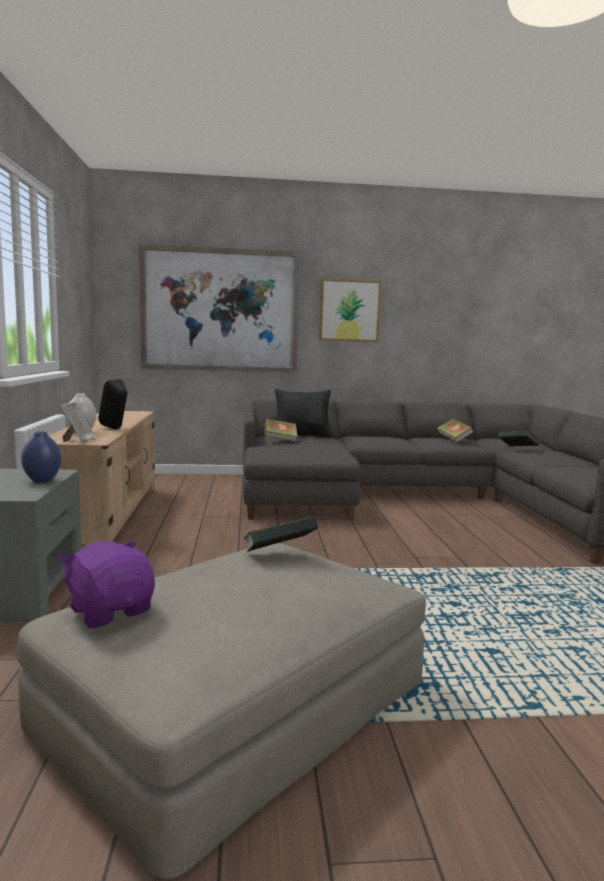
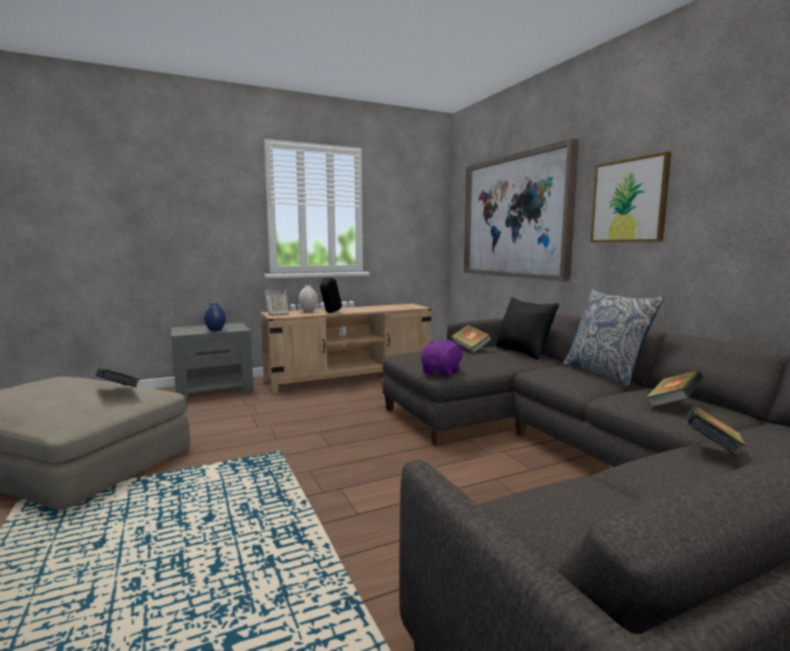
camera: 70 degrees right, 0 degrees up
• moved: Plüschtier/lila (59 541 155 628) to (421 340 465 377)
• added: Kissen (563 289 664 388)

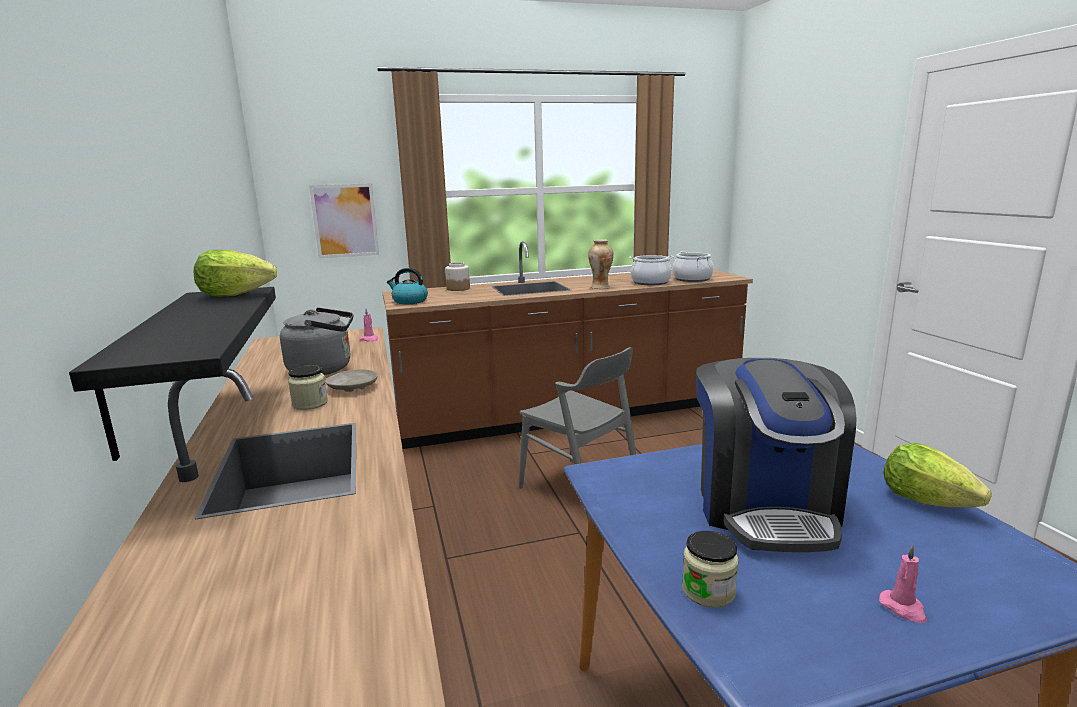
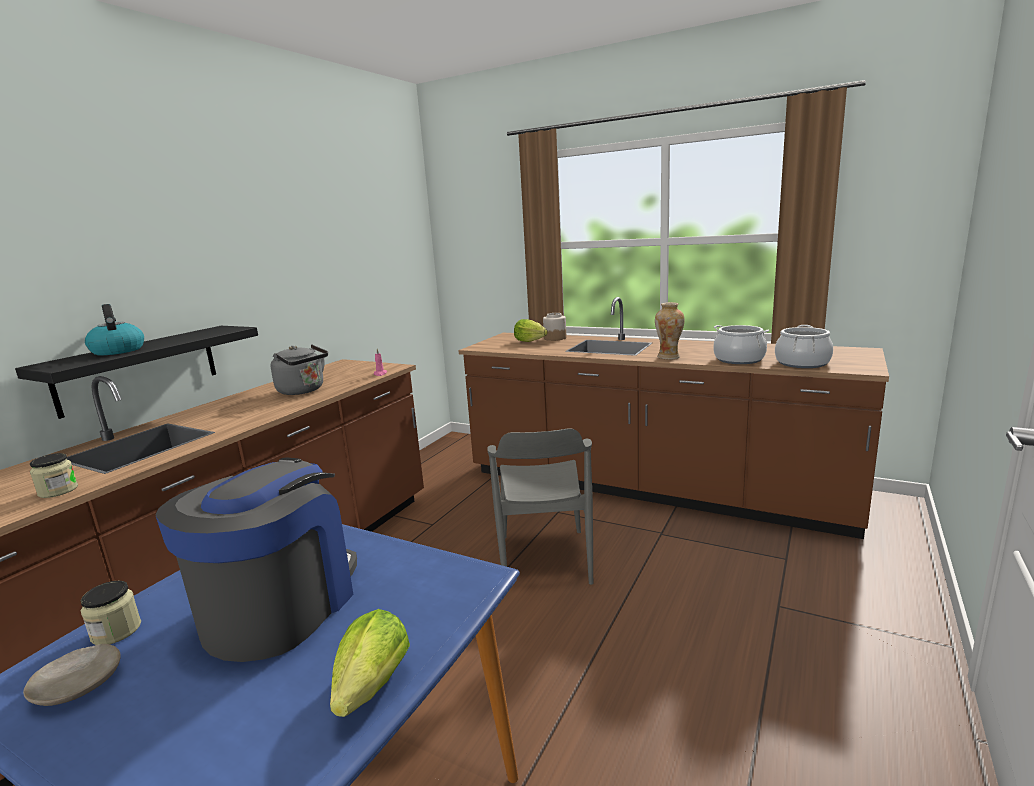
camera: 45 degrees right, 0 degrees up
• moved: Teller/beige (325 369 378 392) to (23 644 121 706)
• moved: Vorratsglas (288 365 328 410) to (30 453 78 498)
• moved: Wasserkessel (387 268 428 304) to (85 304 144 355)
• turned: Kaffeemaschine (696 358 857 552) = (156 457 357 662) 150 degrees clockwise
• moved: Salatkopf (194 250 277 296) to (514 319 548 342)
• removed: Bild (309 183 379 258)
• removed: Kerze/rosa (879 545 927 623)

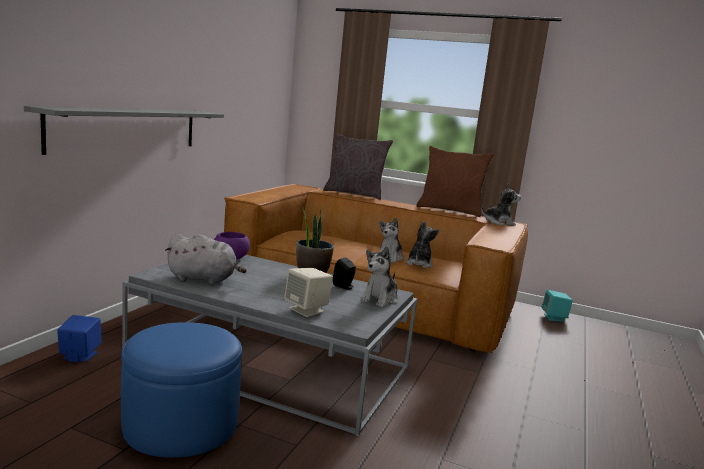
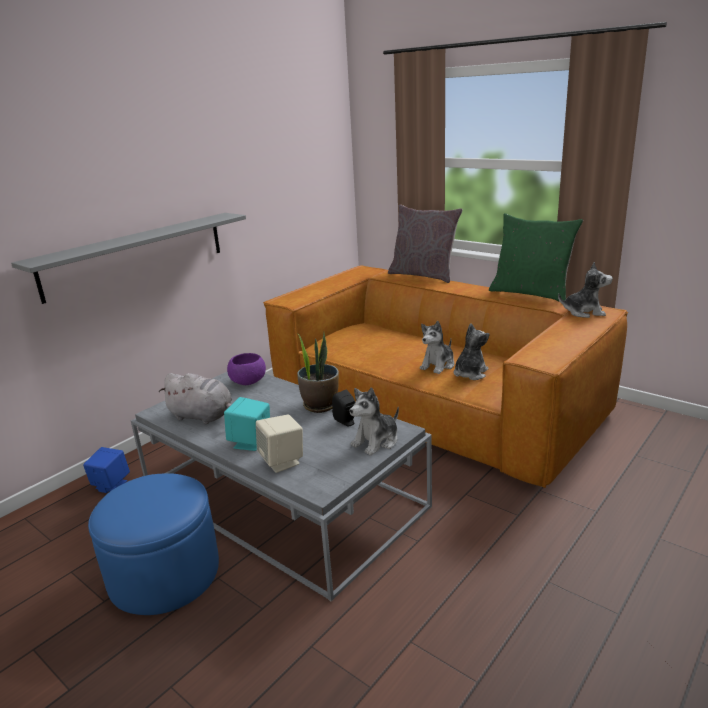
camera: 20 degrees right, 10 degrees up
• moved: Lautsprecher/türkis (541 290 573 322) to (224 397 270 451)
• recoloured: Kissen/braun (416 146 494 217) to Kissen/grün (489 213 583 301)

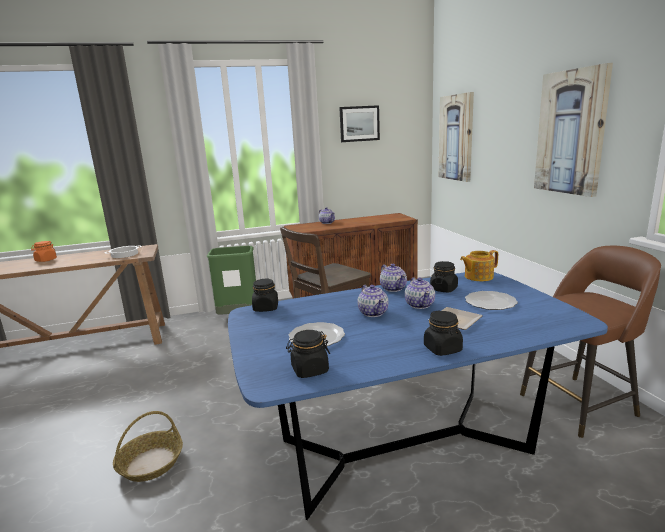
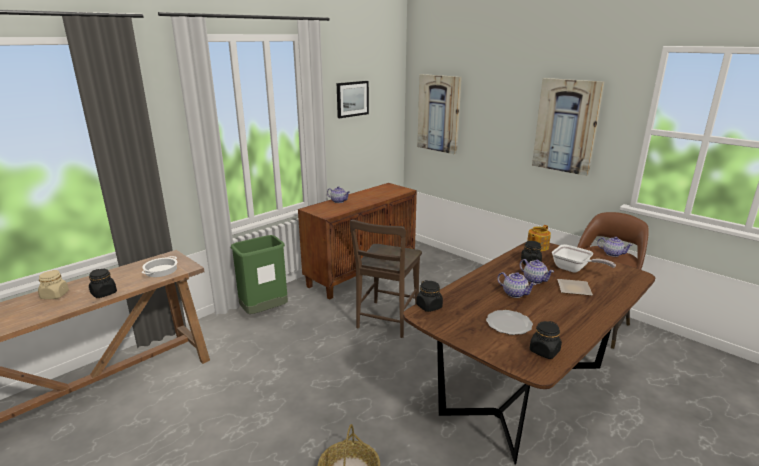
camera: 30 degrees left, 5 degrees up
• recoloured: Vorratsglas/orange (31 241 57 262) to Vorratsglas/beige (38 270 69 299)
• moved: Vorratsglas/schwarz (424 310 463 356) to (89 269 117 298)
• recoloured: Esstisch/blau (228 272 608 520) to Esstisch/braun (403 242 655 464)
• replaced: Teller (465 291 518 310) to Pfanne (552 245 616 273)
• moved: Teekanne (380 264 407 292) to (597 237 632 257)

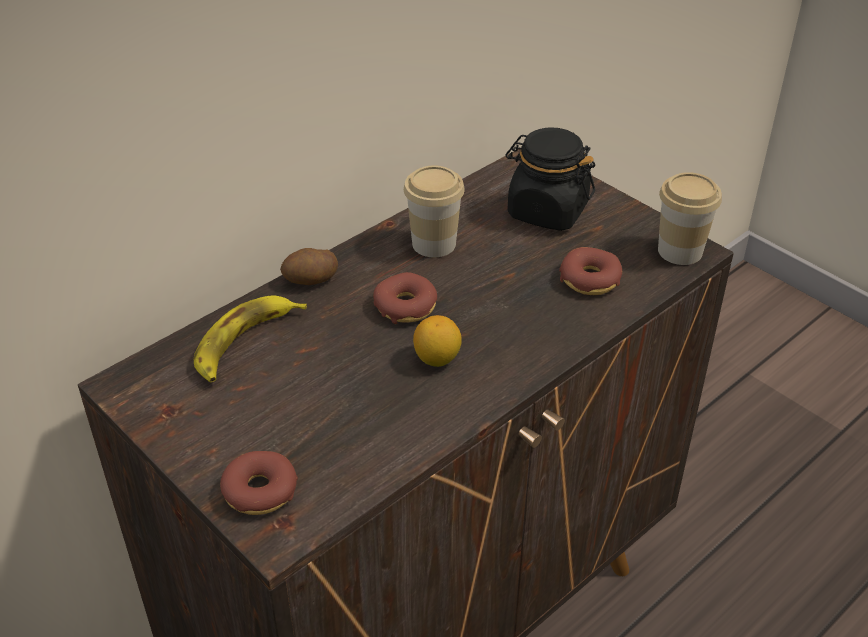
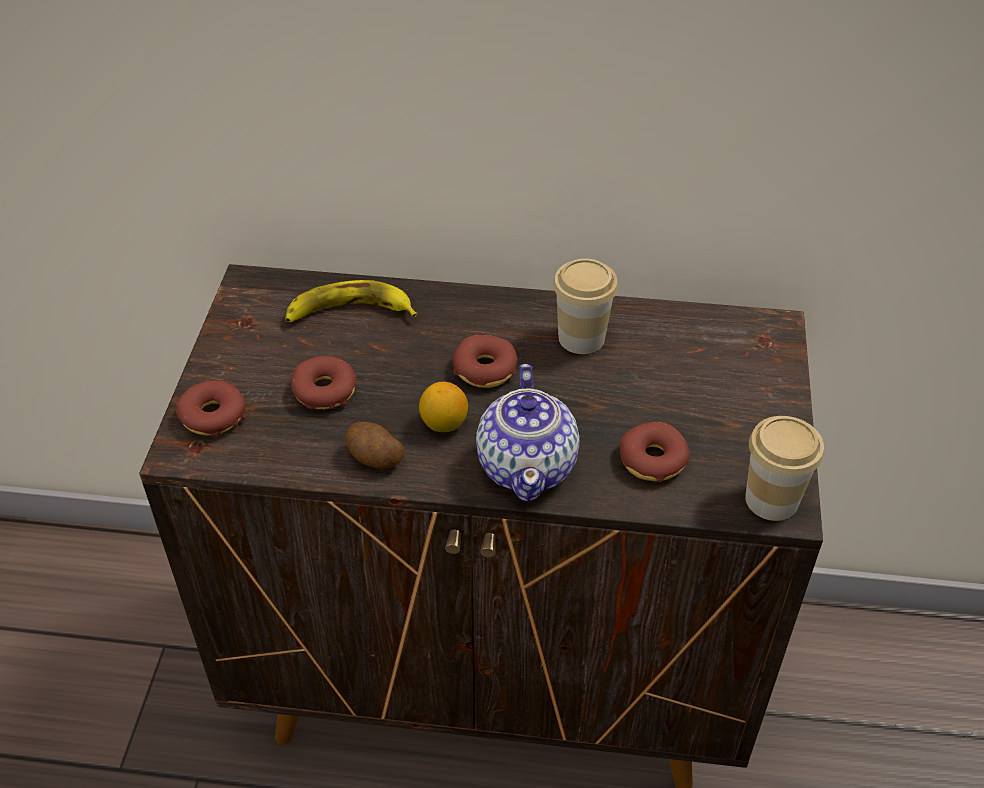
camera: 50 degrees right, 5 degrees up
• added: Donut (291 356 357 409)
• moved: Kartoffel (280 248 338 285) to (345 422 404 469)
• added: Teekanne (476 364 580 502)
• removed: Vorratsglas/schwarz (505 127 595 231)

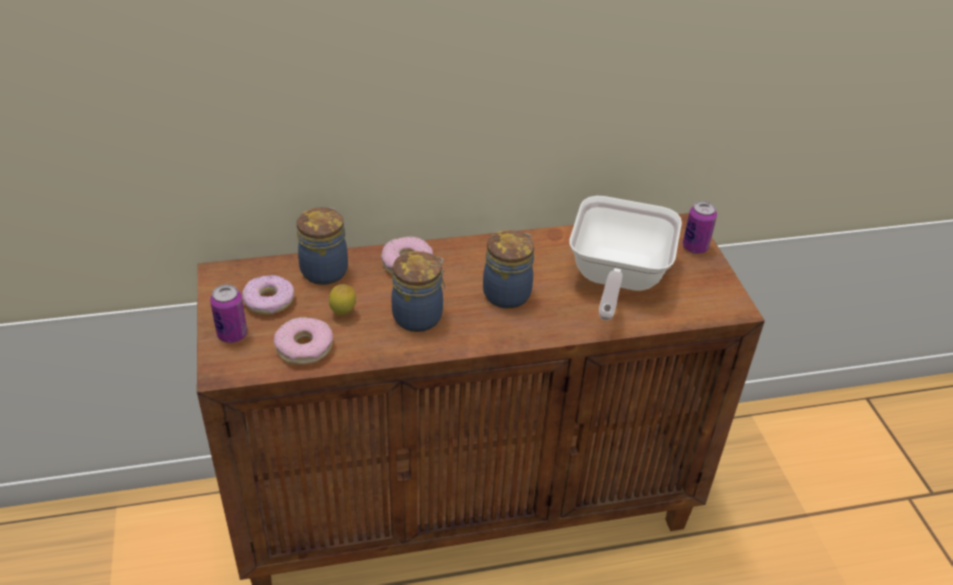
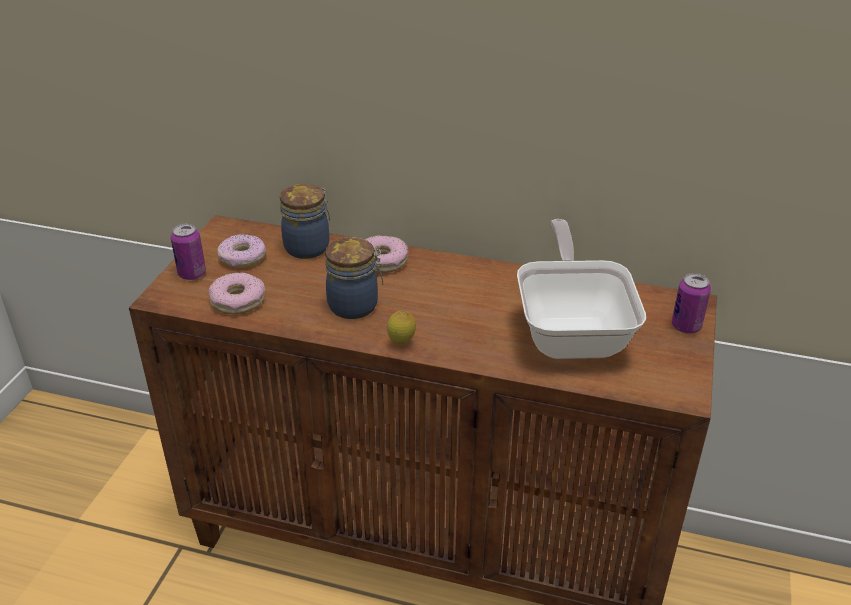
camera: 30 degrees right, 5 degrees down
• moved: Zitrone (329 284 356 316) to (387 311 416 344)
• turned: Pfanne (570 196 682 321) = (517 219 646 359) 135 degrees clockwise
• removed: Vorratsglas (483 230 534 309)

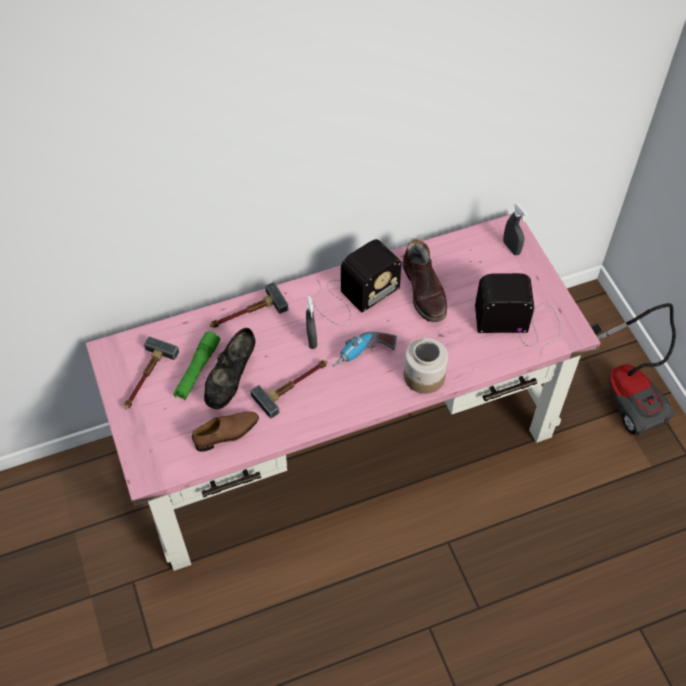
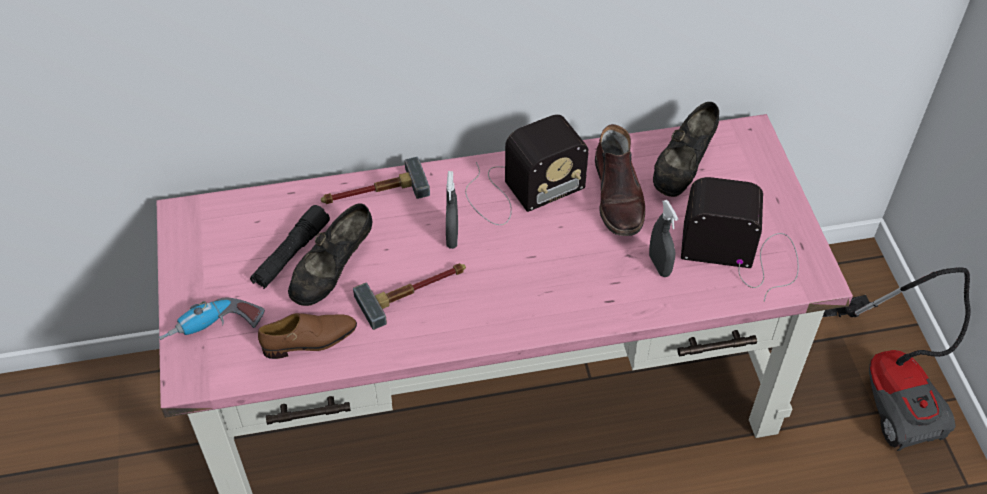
camera: 10 degrees right, 5 degrees down
• moved: Bohrmaschine (332 332 397 368) to (159 298 265 340)
• recoloured: Taschenlampe/grün (173 331 220 400) to Taschenlampe/schwarz (250 205 330 289)
• moved: Sprühflasche/grau (503 203 527 255) to (649 200 678 277)
• added: Schuh/schwarz (653 102 719 197)
• removed: Hammer (124 336 179 410)
• removed: Vorratsglas (404 338 448 394)

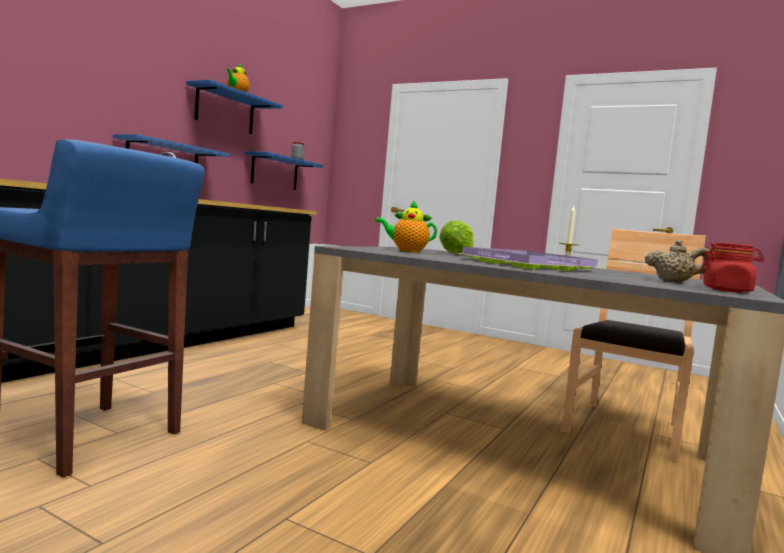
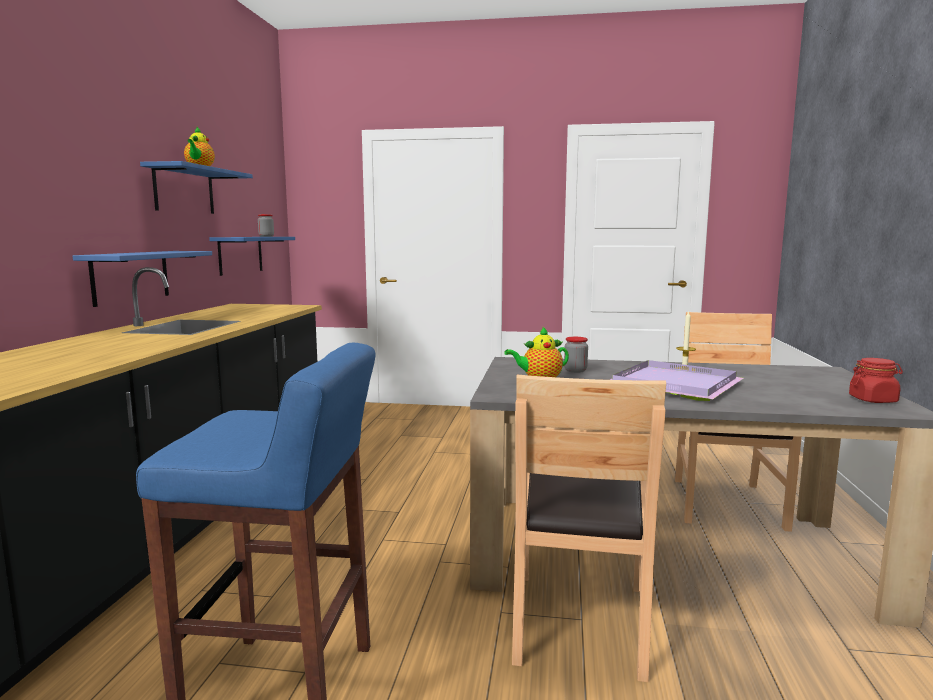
camera: 20 degrees left, 5 degrees up
• added: Stuhl/braun (512 375 666 682)
• replaced: Salatkopf (439 220 474 255) to Vorratsglas (564 337 588 373)
• removed: Teekanne/beige (645 240 711 282)

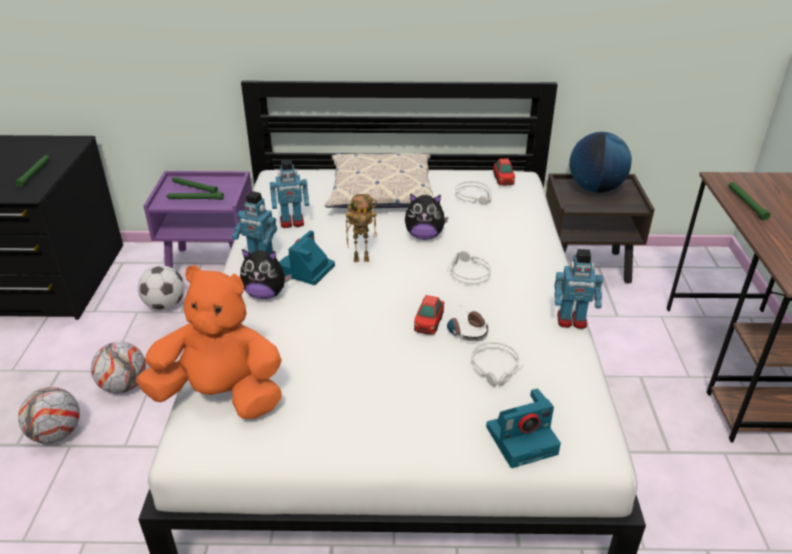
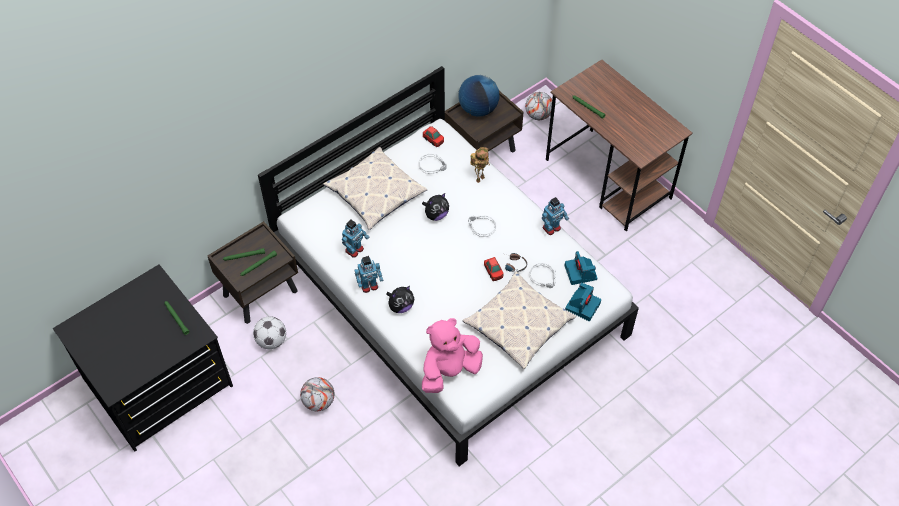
camera: 40 degrees left, 20 degrees up
• recoloured: Nachttisch/lila (143 171 252 268) to Nachttisch/braun (207 221 298 324)
• recoloured: Plüschtier/orange (136 265 282 419) to Plüschtier/rosa (422 318 483 393)
• added: Kissen (462 272 576 369)
• moved: Spielzeugroboter (346 194 377 262) to (470 147 490 183)
• moved: Fußball (18 387 80 444) to (525 92 552 120)
• moved: Kamera (279 230 335 285) to (565 251 597 285)

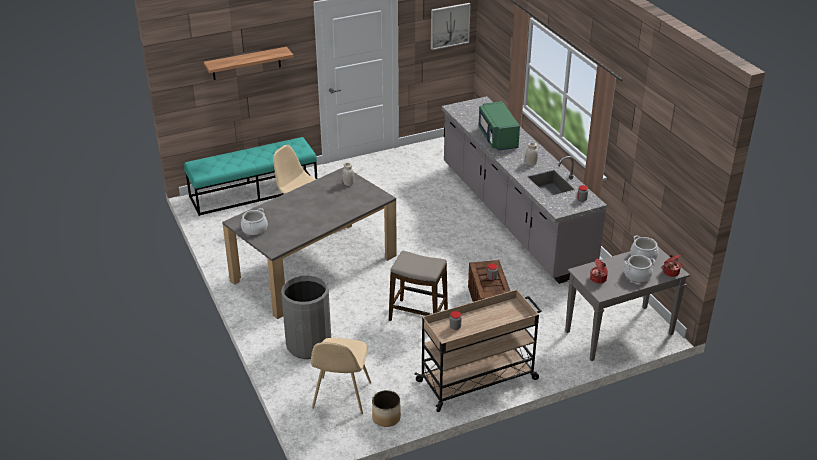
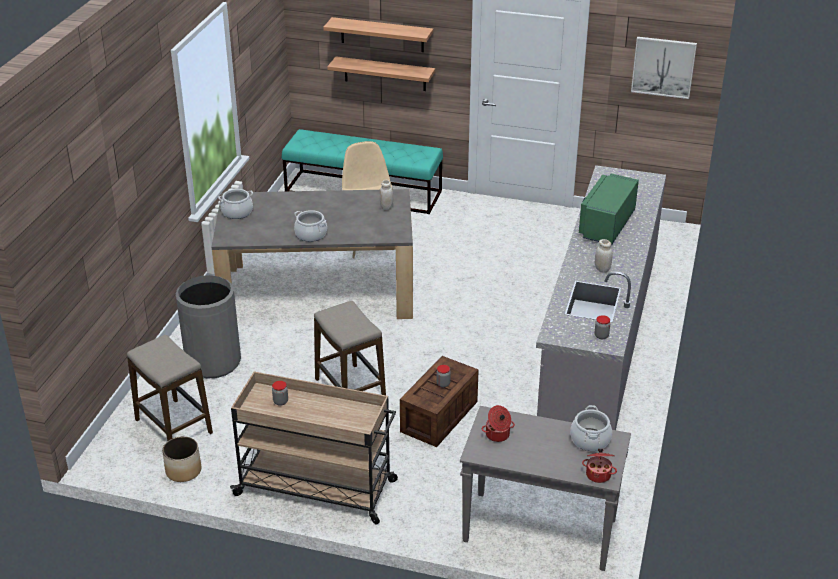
camera: 40 degrees right, 0 degrees up
• replaced: Stuhl/beige (311 338 371 414) to Hocker (127 335 213 441)
• moved: Kochtopf (624 255 655 283) to (294 210 327 242)
• added: Wandregal (327 56 435 91)

